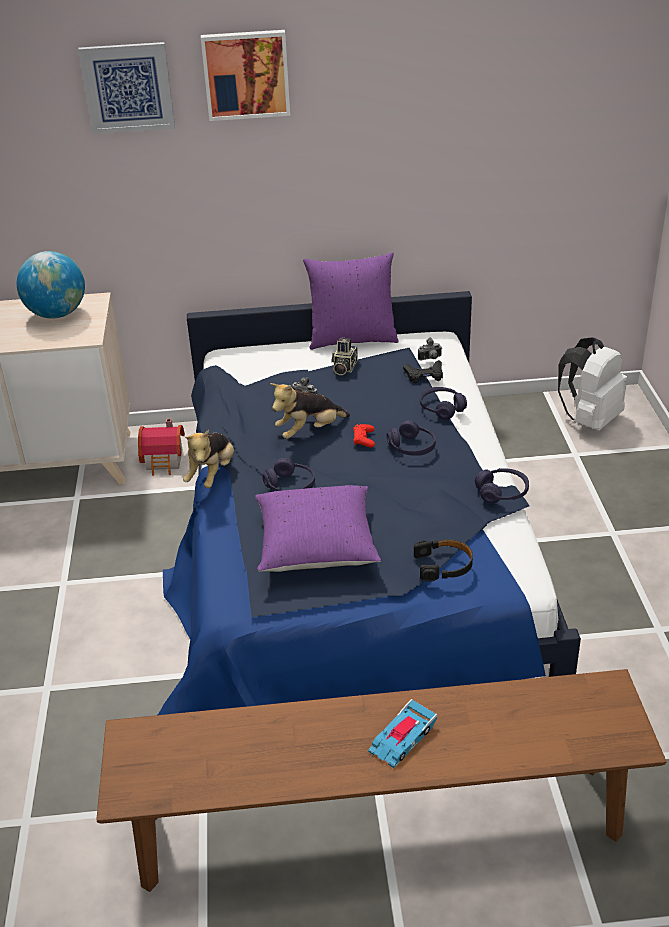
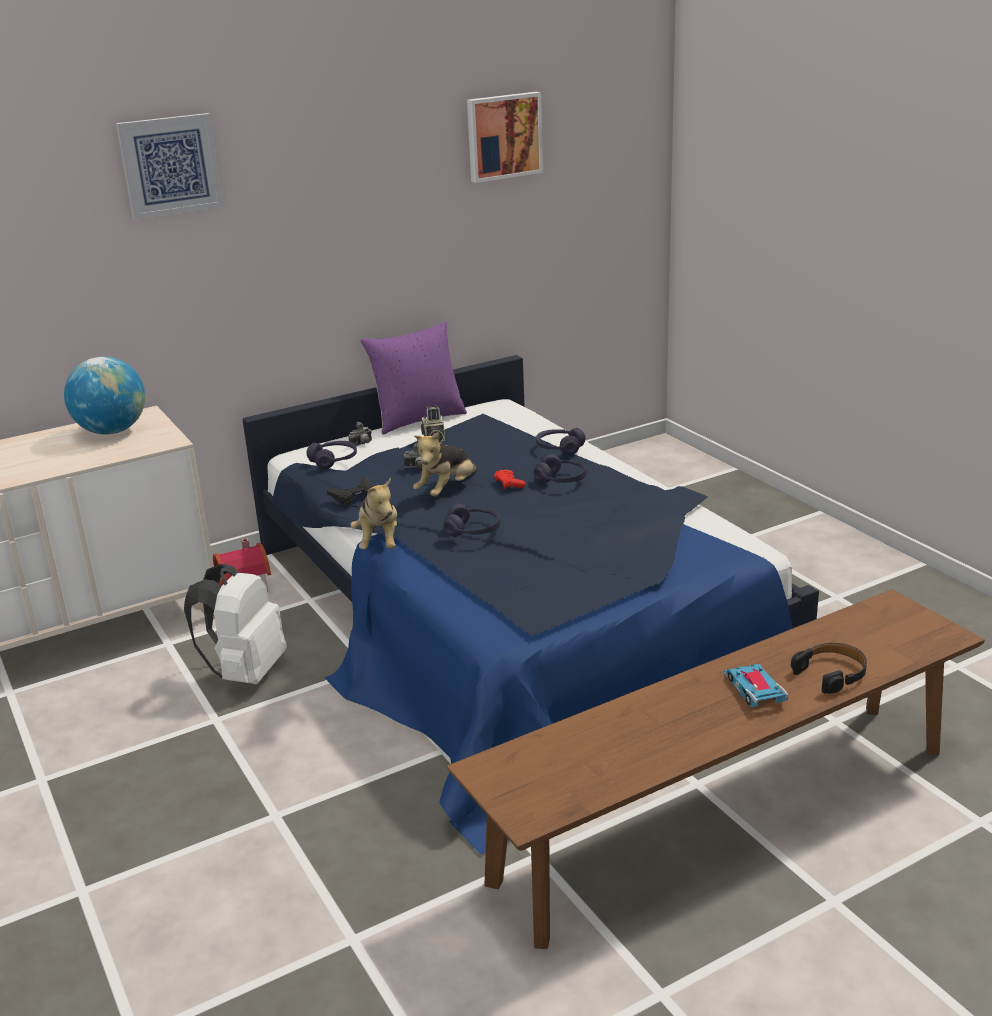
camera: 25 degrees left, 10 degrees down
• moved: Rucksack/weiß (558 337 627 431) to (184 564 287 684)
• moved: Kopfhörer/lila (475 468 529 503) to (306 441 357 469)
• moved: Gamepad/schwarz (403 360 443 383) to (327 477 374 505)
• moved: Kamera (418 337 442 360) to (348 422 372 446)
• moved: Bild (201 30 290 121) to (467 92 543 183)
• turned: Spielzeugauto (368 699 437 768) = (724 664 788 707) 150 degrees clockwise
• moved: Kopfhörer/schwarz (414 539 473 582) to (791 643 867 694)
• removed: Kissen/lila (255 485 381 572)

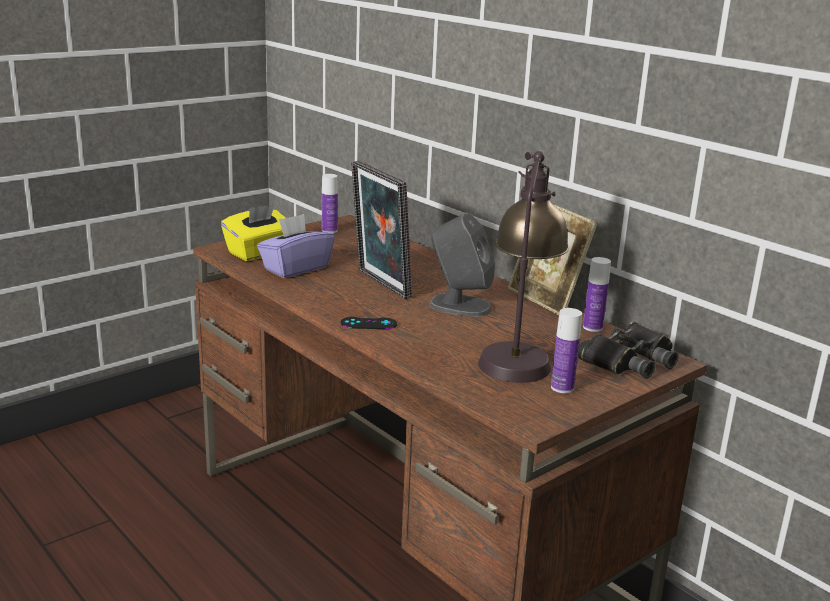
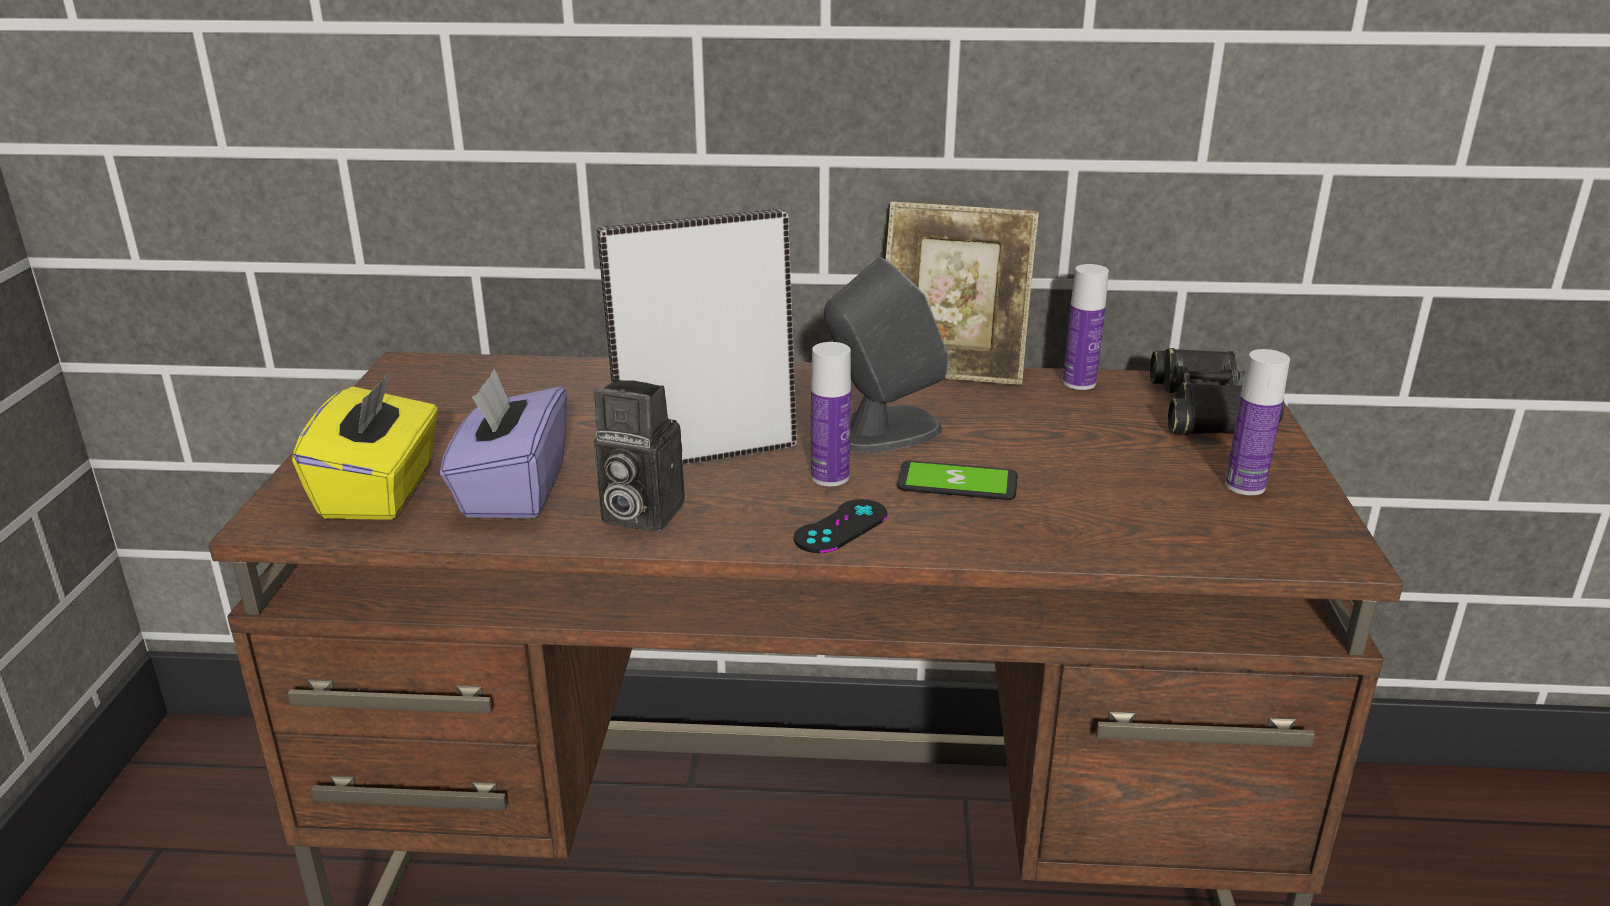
camera: 45 degrees left, 5 degrees up
• added: Kamera (594 379 685 532)
• turned: Bilderrahmen (351 161 412 299) = (597 209 797 465) 150 degrees clockwise
• moved: Flasche (322 174 338 233) to (811 342 851 486)
• added: Handy (897 461 1017 500)
• removed: Tischlampe (478 151 569 383)

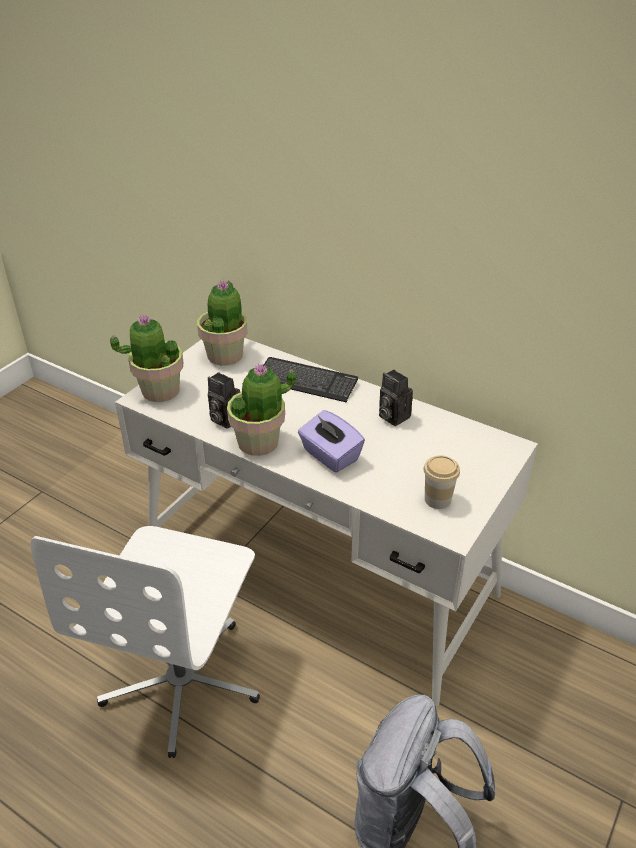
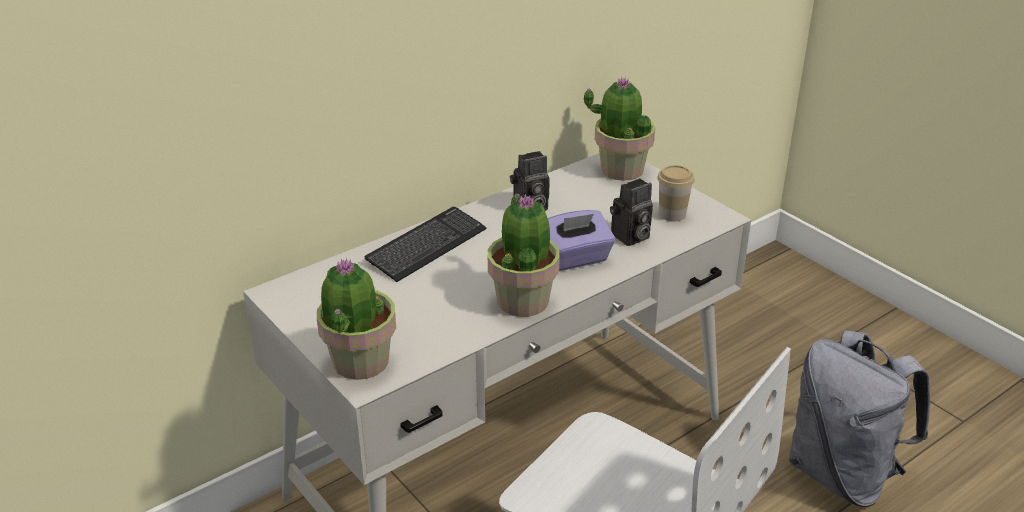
camera: 70 degrees left, 5 degrees down
• moved: Topfpflanze (197 280 248 366) to (584 77 655 181)
• moved: Kamera (208 372 240 429) to (610 178 653 246)

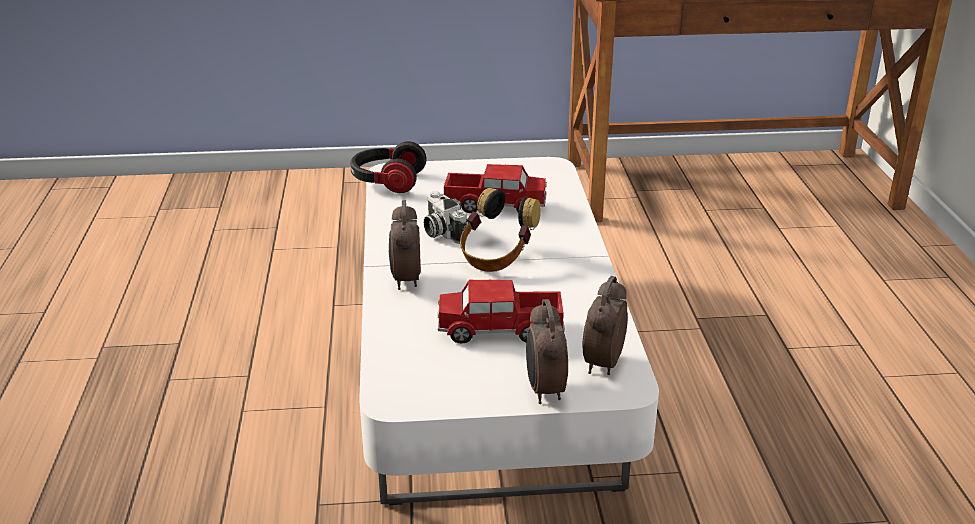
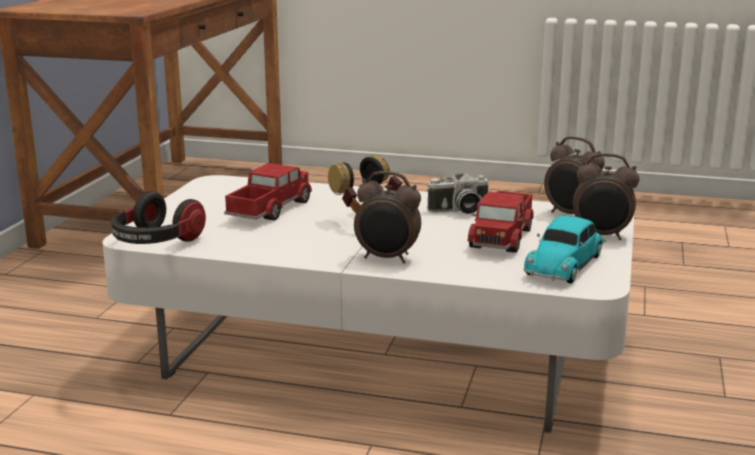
camera: 70 degrees left, 10 degrees down
• moved: Kamera (424 191 467 244) to (427 173 488 214)
• added: Spielzeugauto (524 216 606 283)

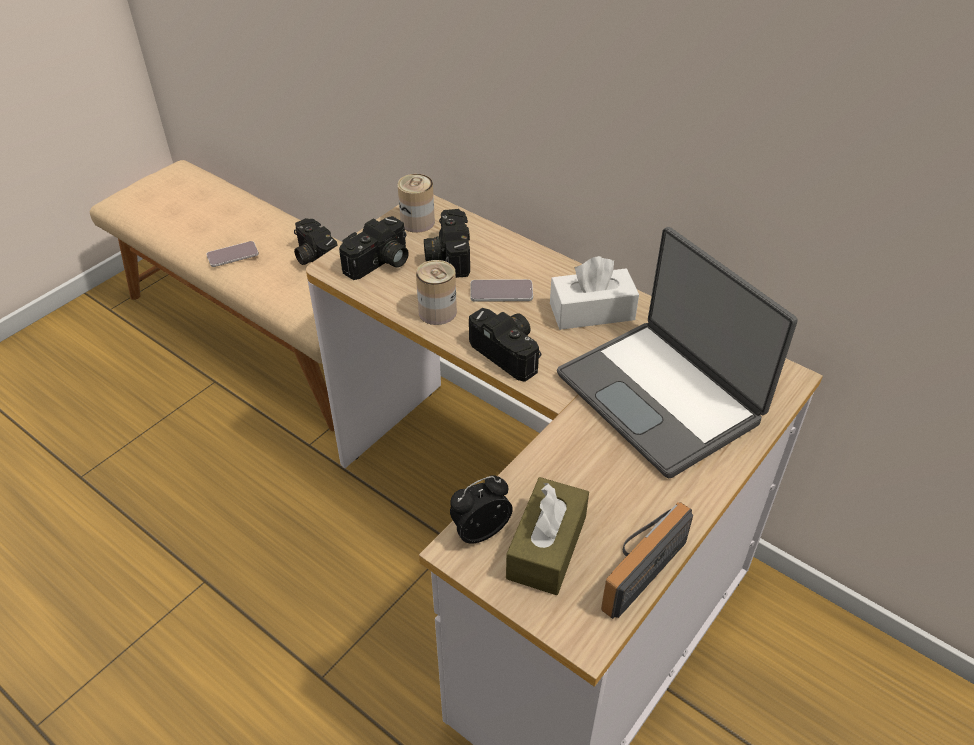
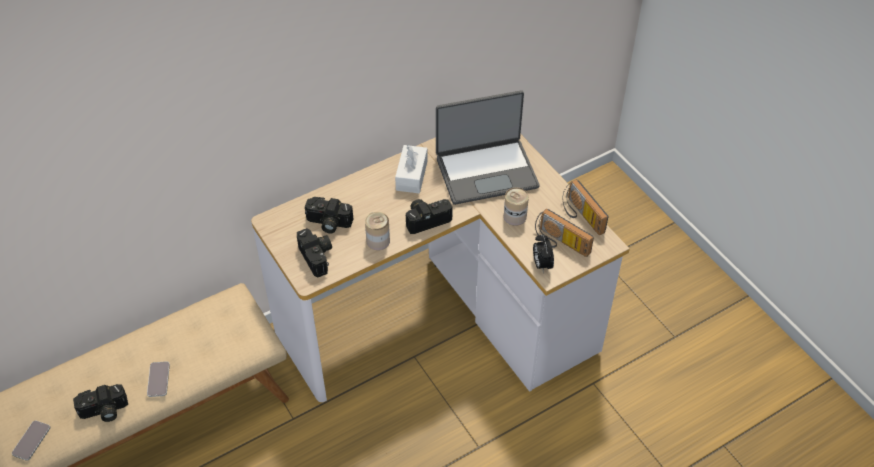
camera: 70 degrees left, 5 degrees up
• moved: Handy (470 279 533 302) to (12 420 50 461)
• moved: Kamera (294 218 337 265) to (73 384 128 422)
• moved: Dose (397 174 435 233) to (504 188 529 226)
• replaced: Taschentuchbox/braun (506 477 589 595) to Radio (535 209 594 257)

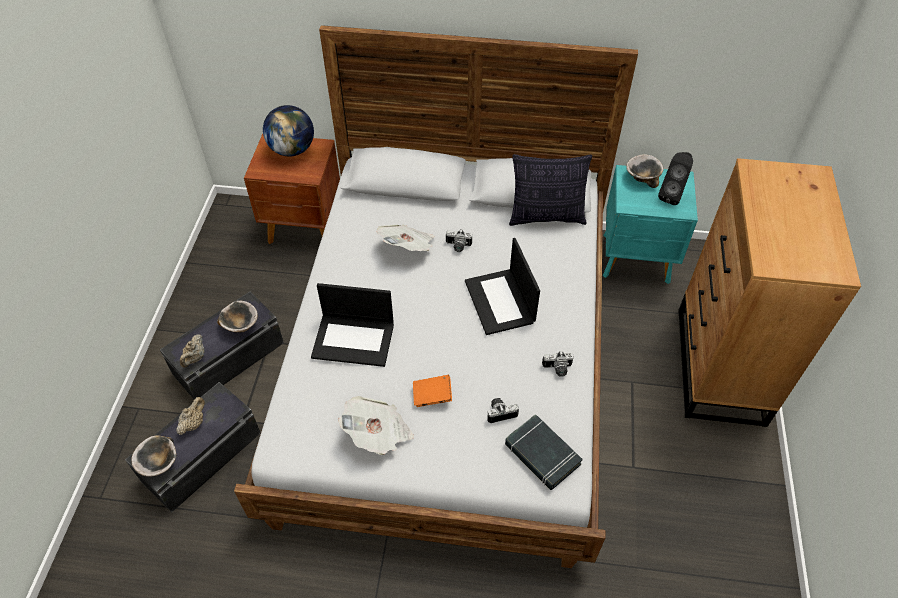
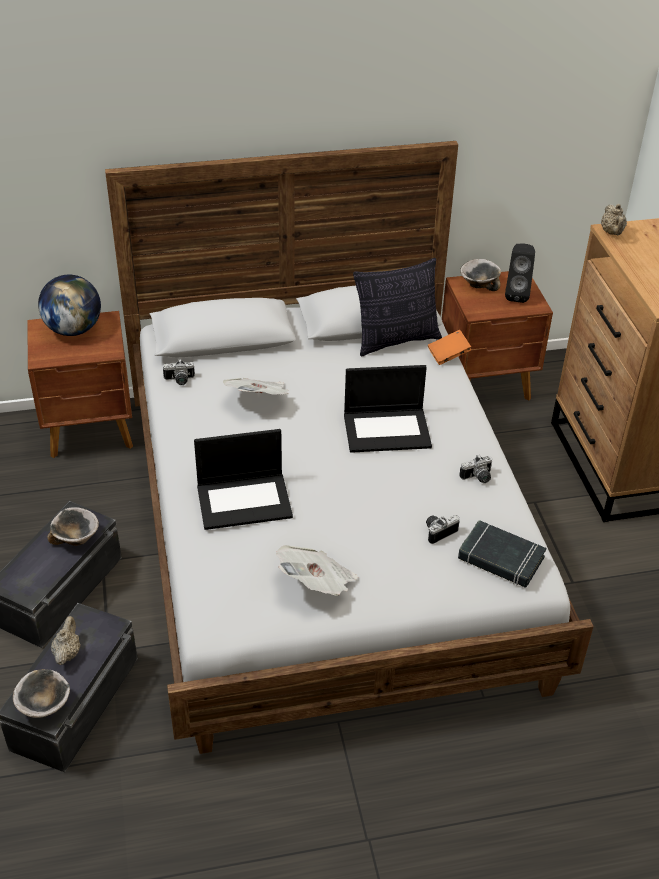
camera: 20 degrees left, 10 degrees down
• moved: Kamera (446 229 472 252) to (163 359 195 385)
• turned: Laptop (465 238 540 335) = (344 365 432 453) 60 degrees counterclockwise
• moved: Buch/orange (413 375 452 407) to (428 330 471 365)
• recoloured: Nachttisch/türkis (603 165 698 284) to Nachttisch/braun (442 271 553 400)
• moved: Teekanne/beige (180 334 205 368) to (601 204 627 235)

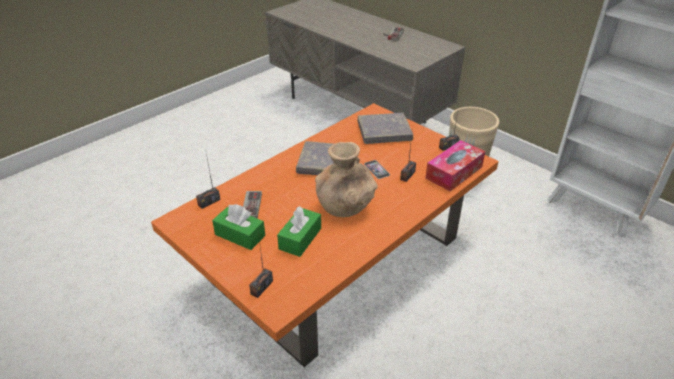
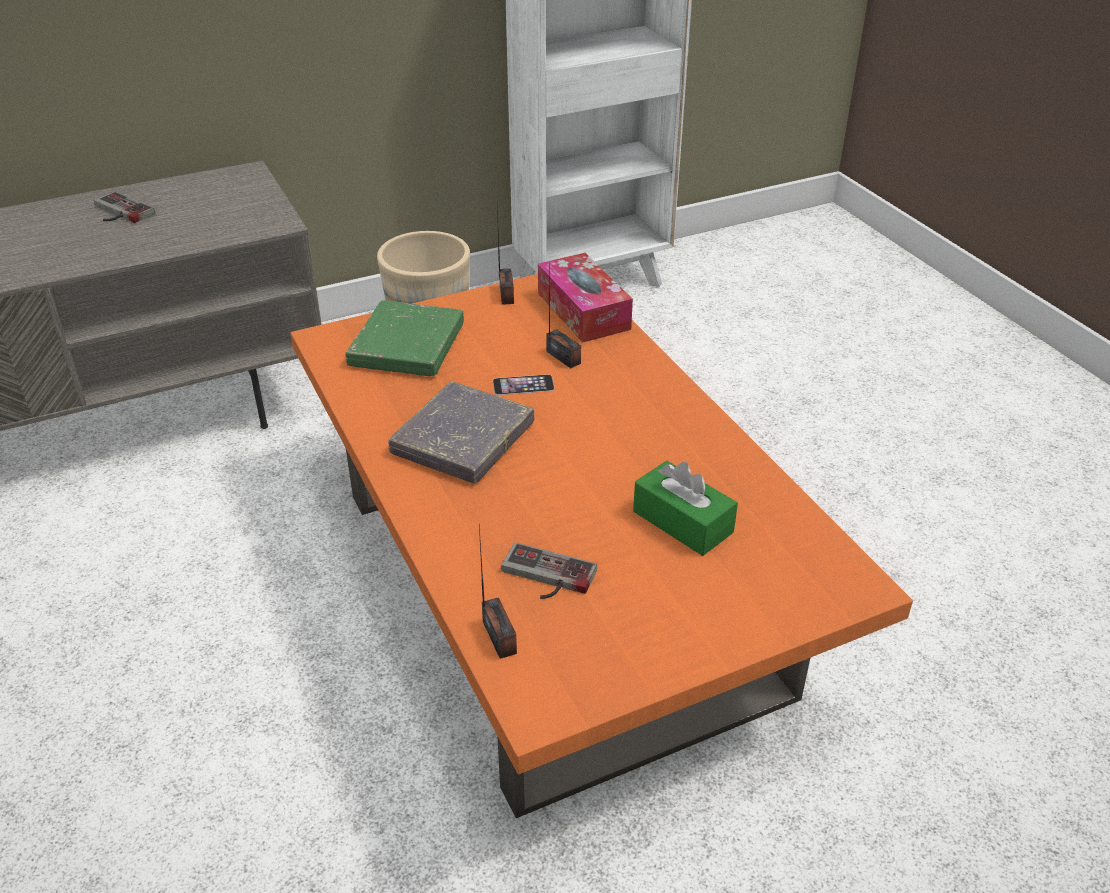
camera: 70 degrees left, 0 degrees up
• recoloured: Buch/grau (358 113 413 144) to Buch/grün (345 300 464 376)
• removed: Taschentuchbox/grün (212 204 265 250)
• removed: Radio (249 231 273 298)
• removed: Vase/braun (315 142 378 217)

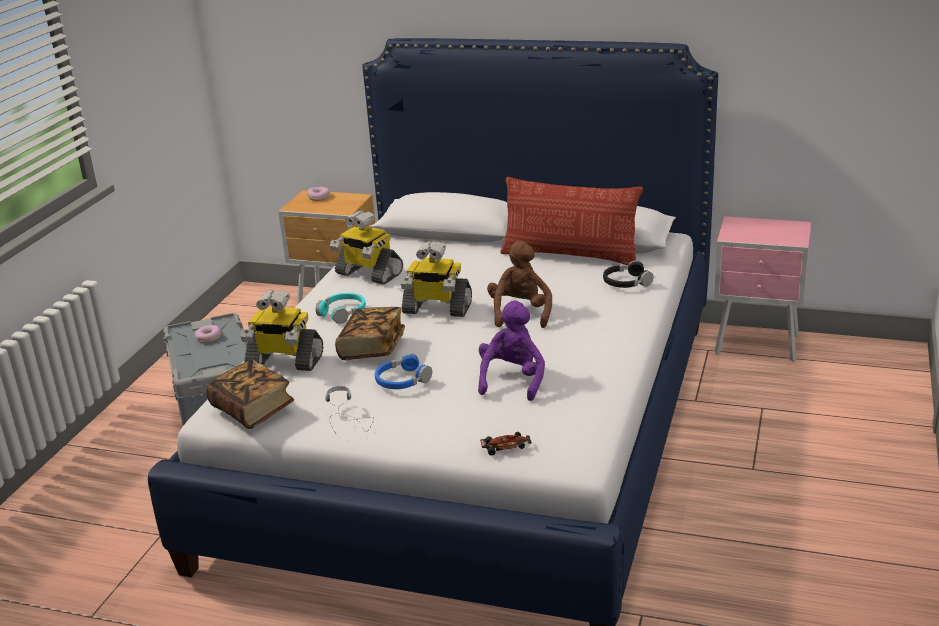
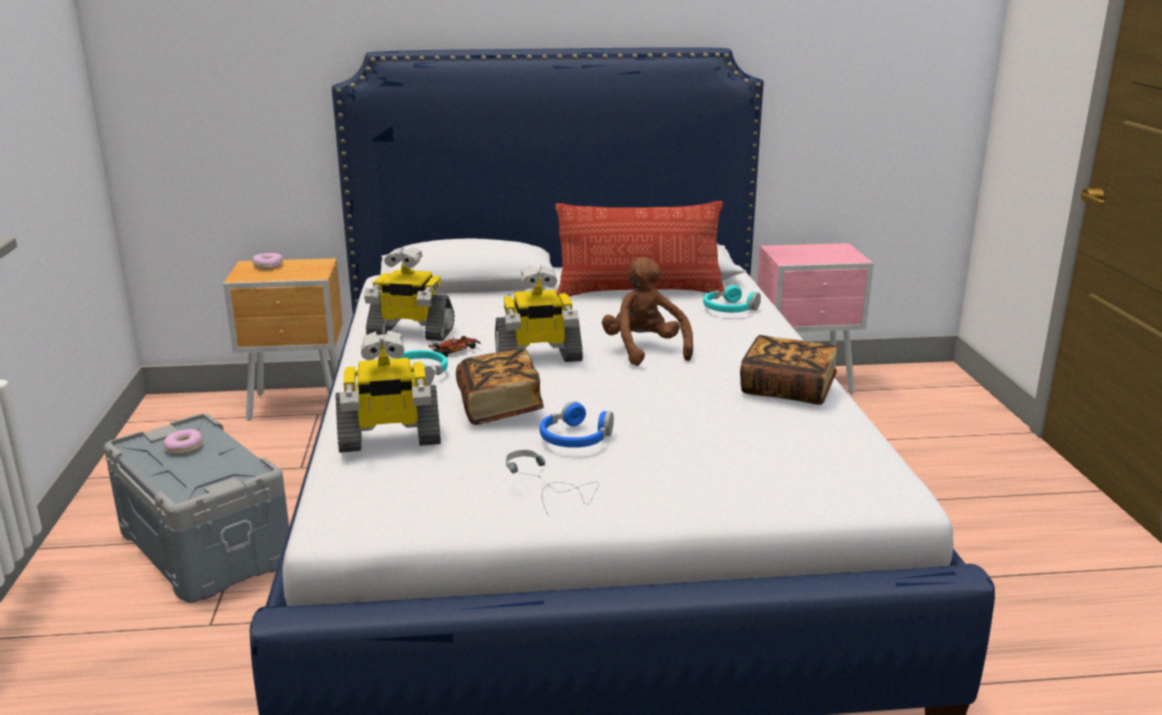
camera: 25 degrees left, 5 degrees down
• moved: Spielzeugauto (480 432 532 456) to (429 336 481 357)
• recoloured: Kopfhörer/schwarz (603 260 653 288) to Kopfhörer/türkis (703 284 761 313)
• moved: Buch (206 359 294 429) to (740 335 838 405)
• removed: Plüschtier/lila (478 300 545 401)

